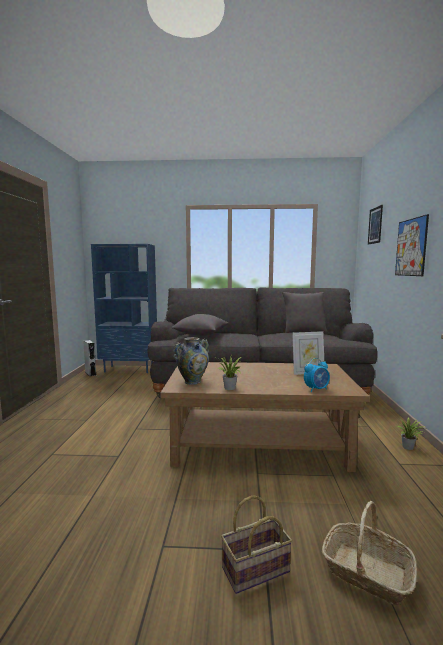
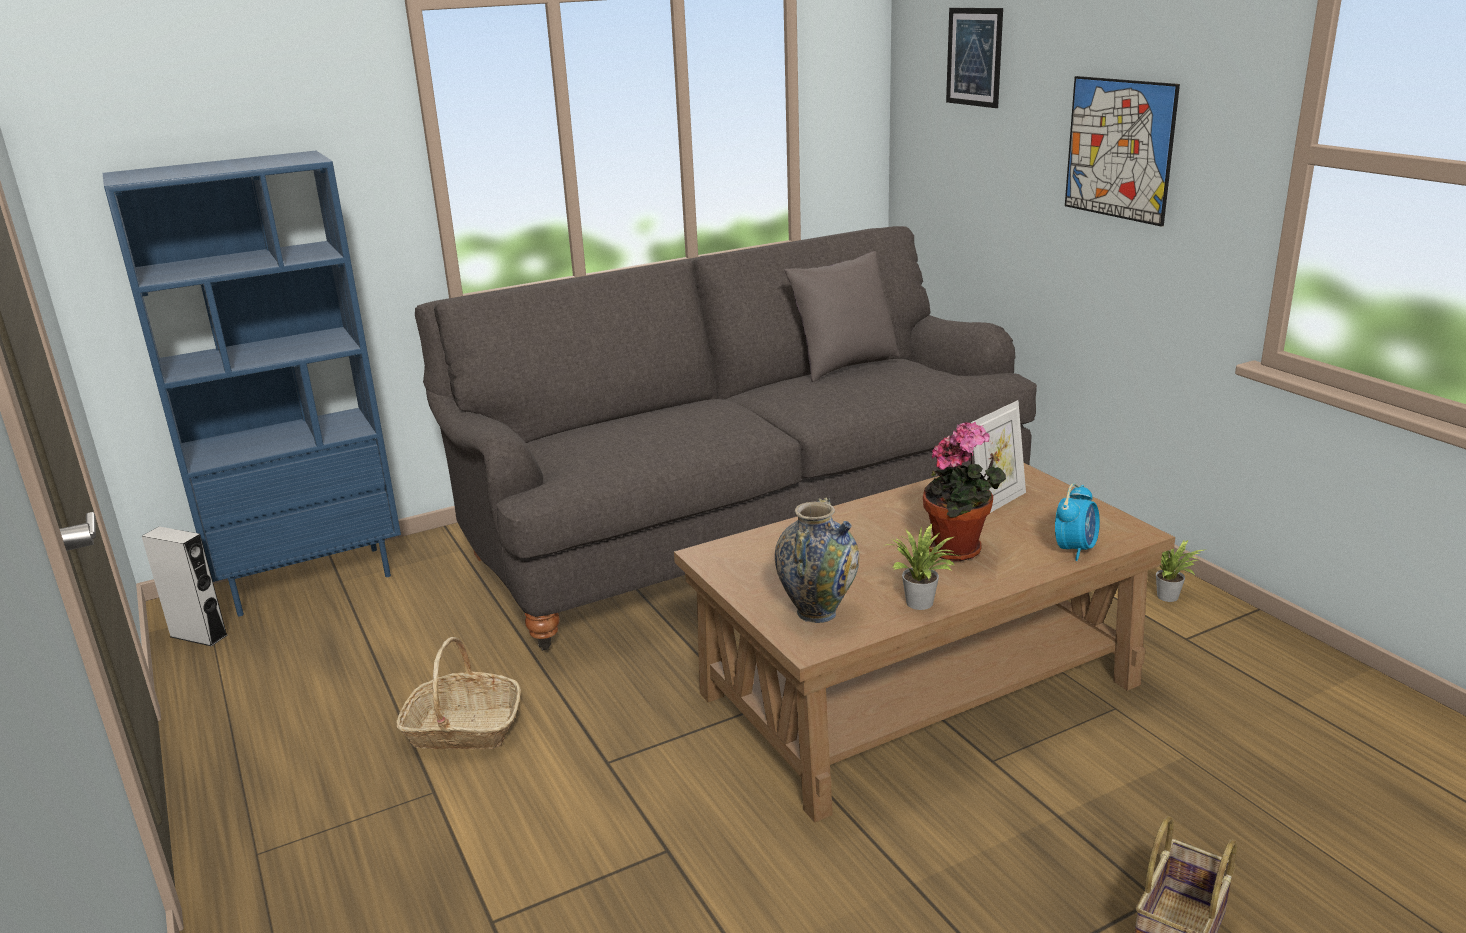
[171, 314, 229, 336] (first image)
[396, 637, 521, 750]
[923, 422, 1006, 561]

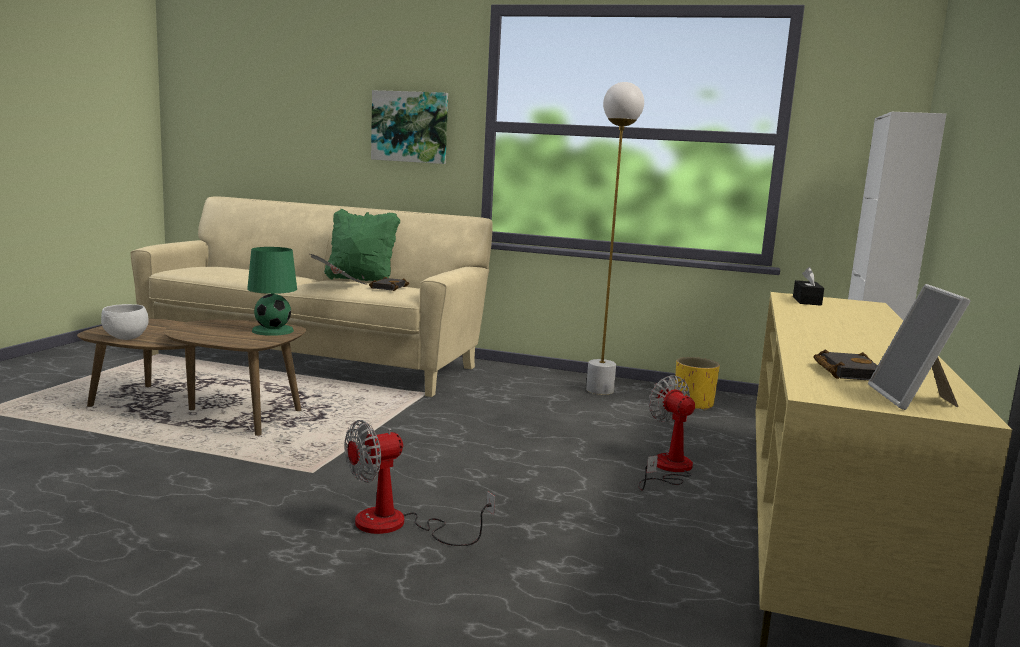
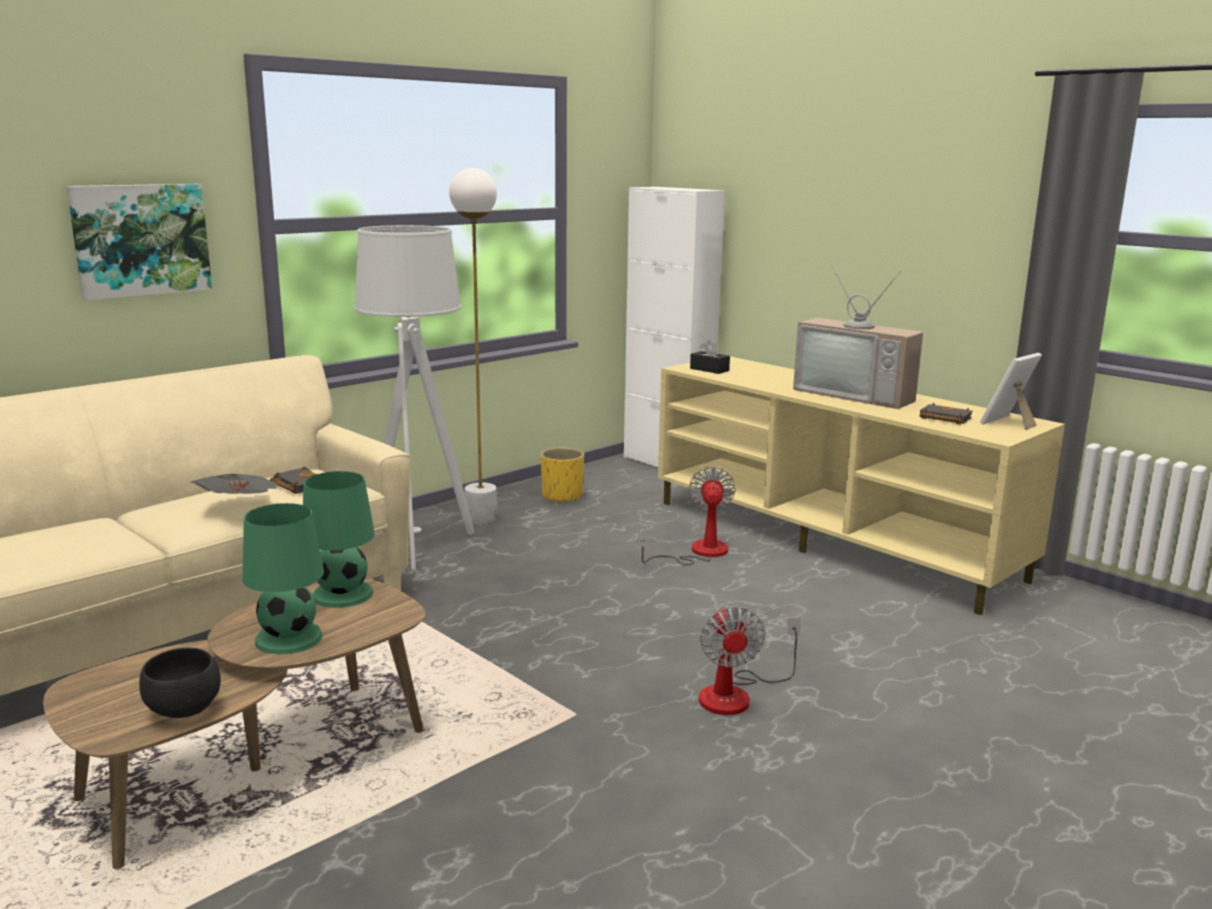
[139, 648, 221, 718]
[324, 209, 400, 281] (first image)
[637, 467, 736, 565]
[980, 353, 1042, 430]
[242, 503, 324, 654]
[354, 225, 474, 570]
[793, 264, 923, 409]

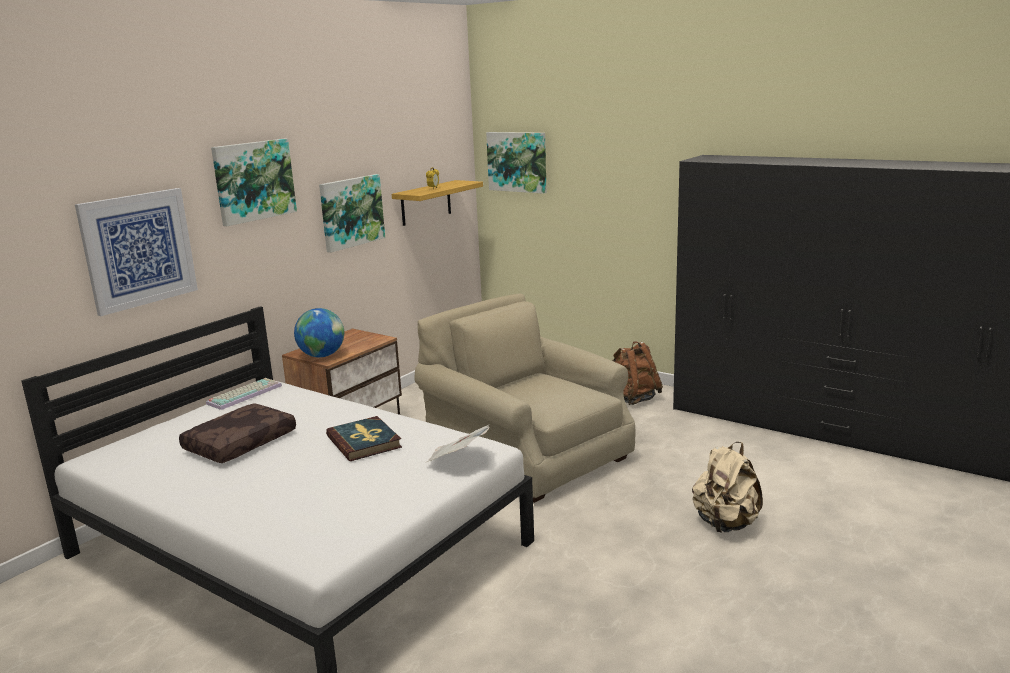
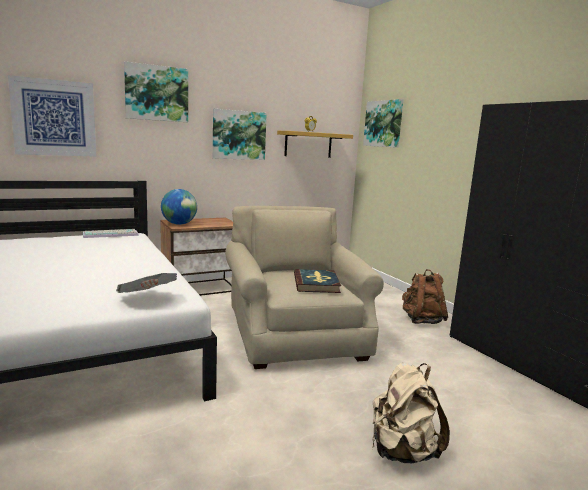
[179, 403, 296, 463] (first image)
[294, 269, 341, 293]

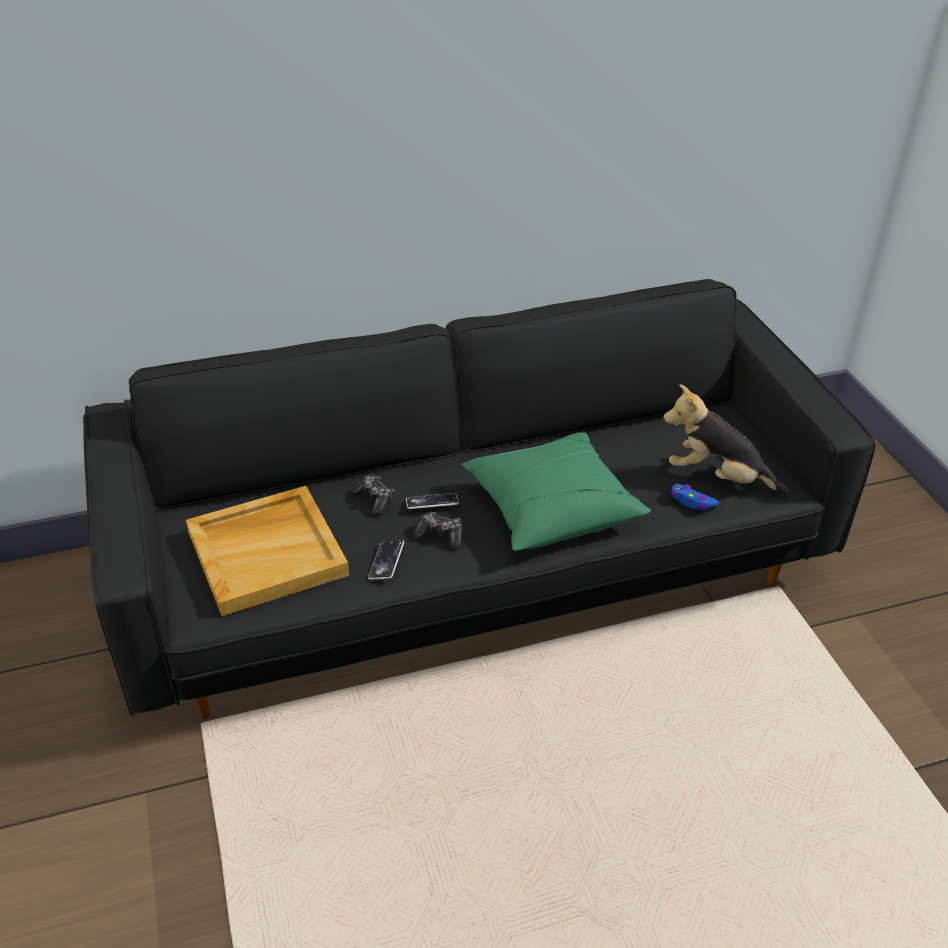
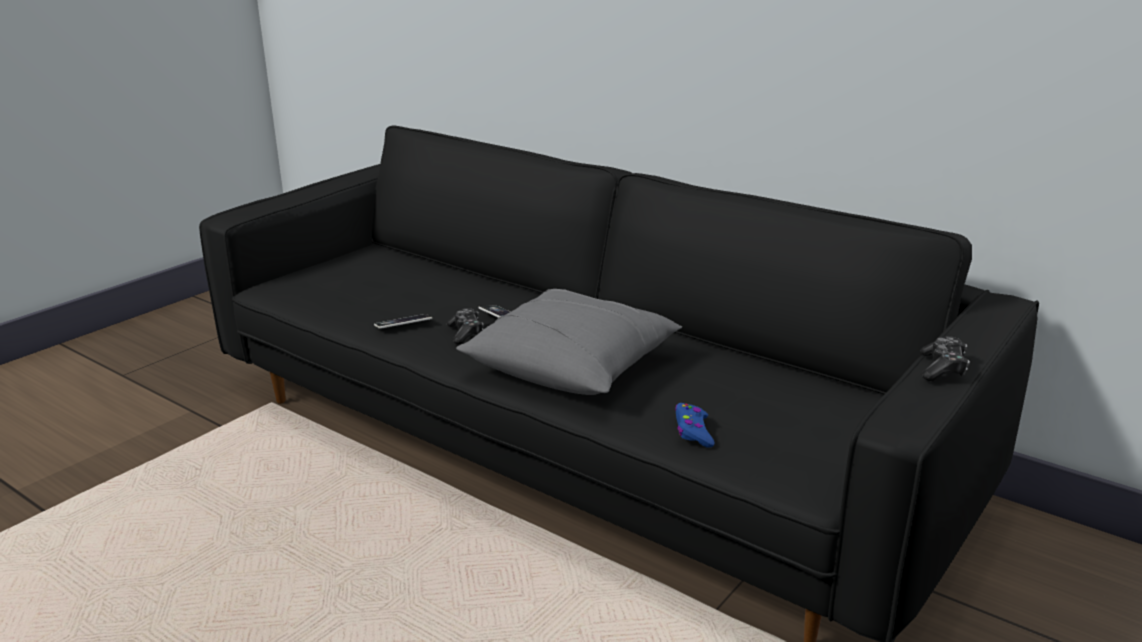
[186, 486, 349, 616] (first image)
[920, 336, 970, 381]
[456, 289, 682, 395]
[663, 384, 789, 494] (first image)

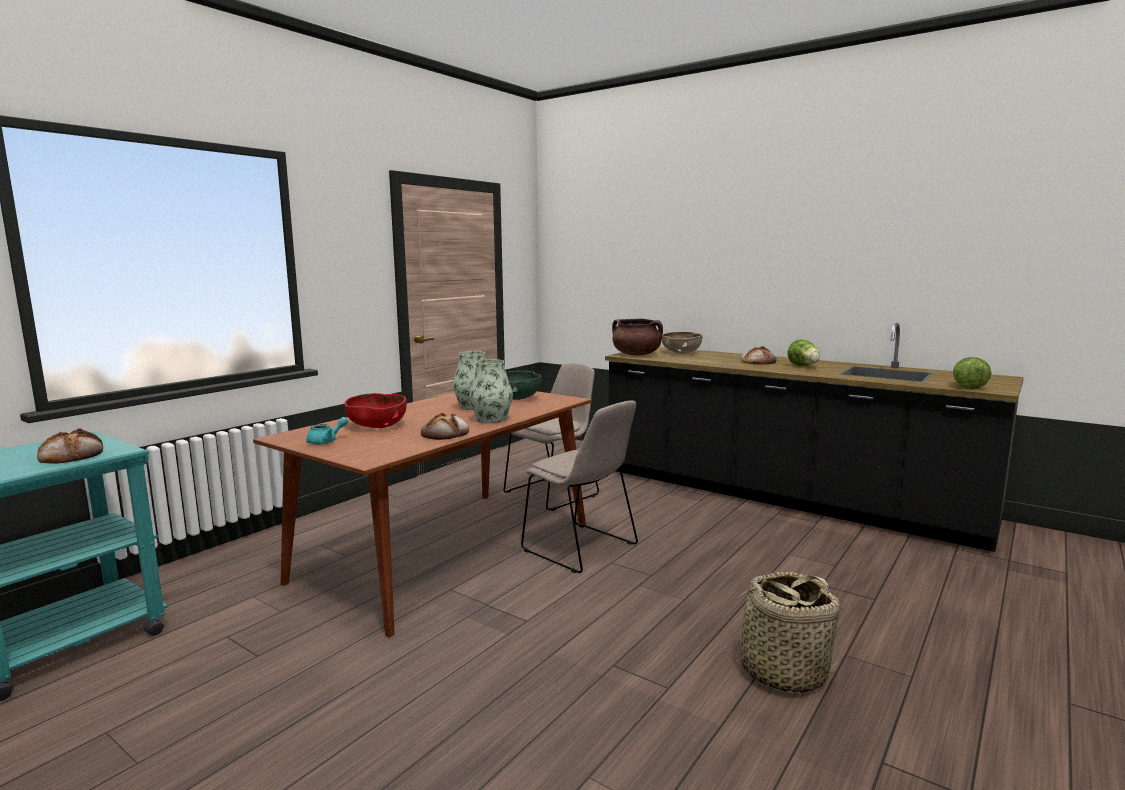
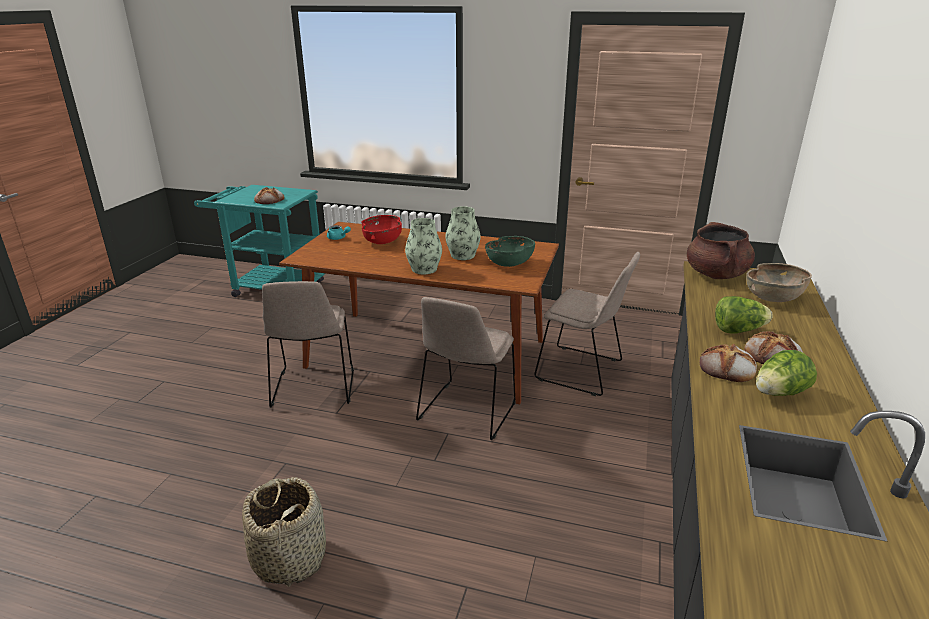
[700, 344, 757, 382]
[715, 296, 773, 334]
[262, 281, 354, 408]

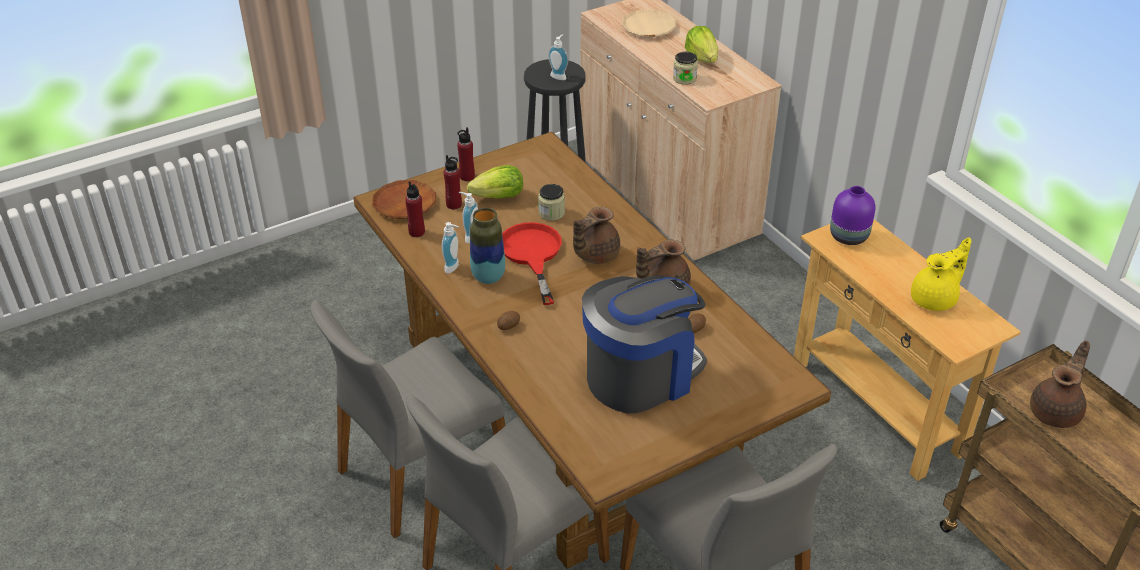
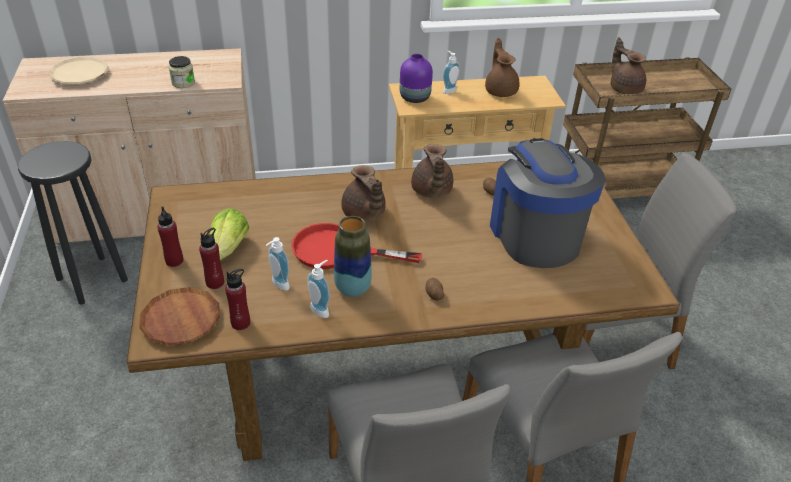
[538, 184, 565, 221] (first image)
[443, 51, 460, 94]
[685, 26, 718, 63] (first image)
[485, 38, 520, 97]

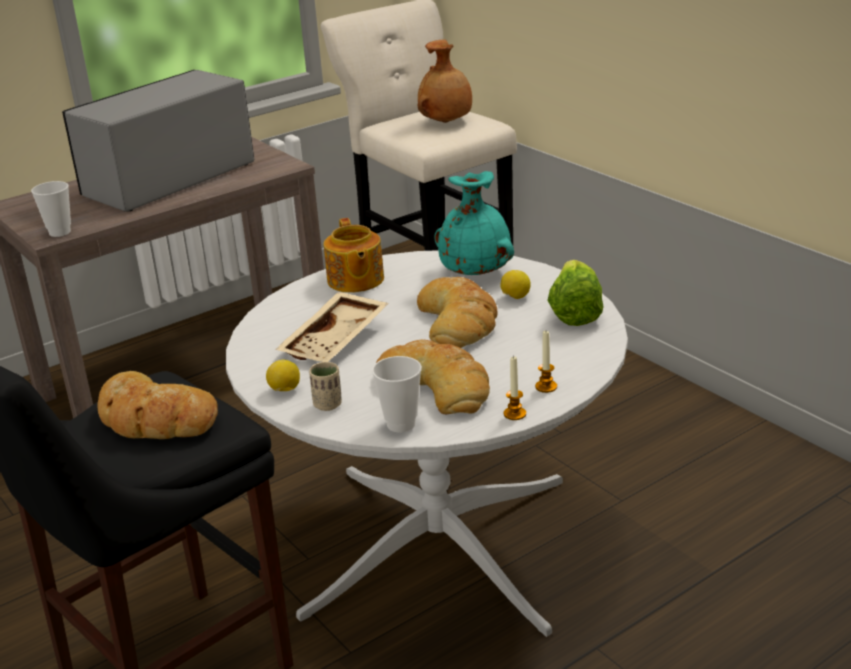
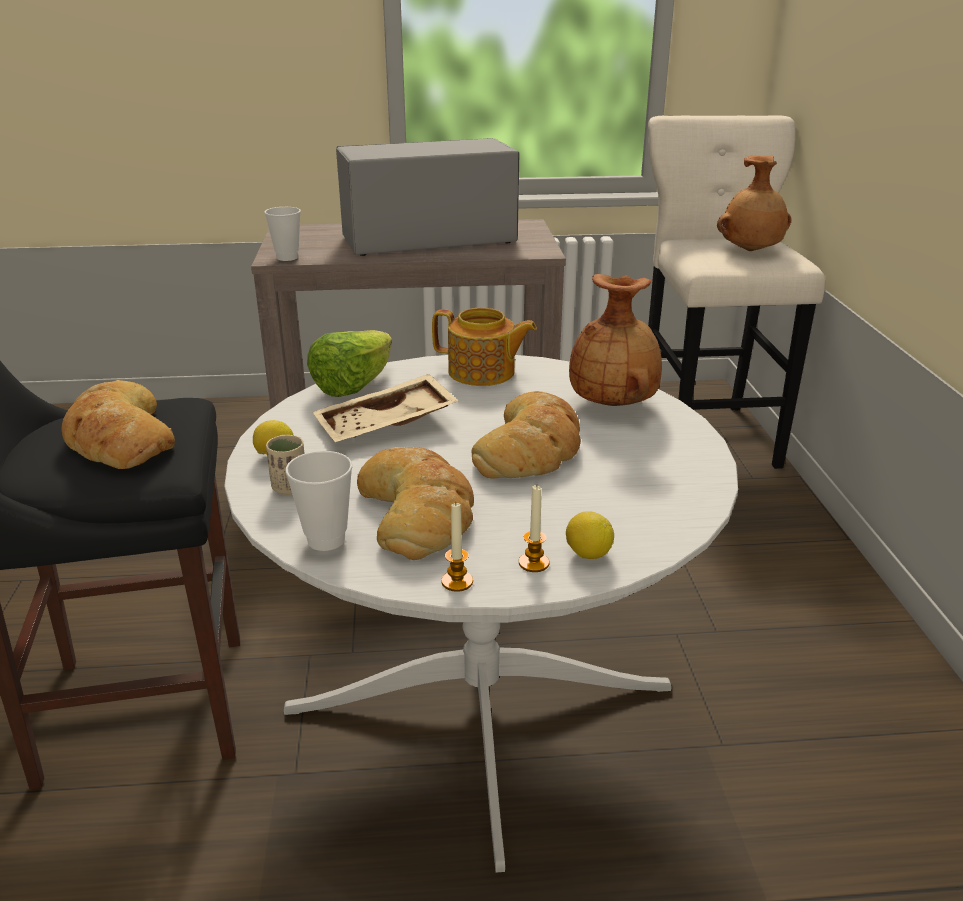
[432, 308, 537, 386]
[569, 274, 662, 406]
[566, 511, 614, 559]
[307, 330, 392, 397]

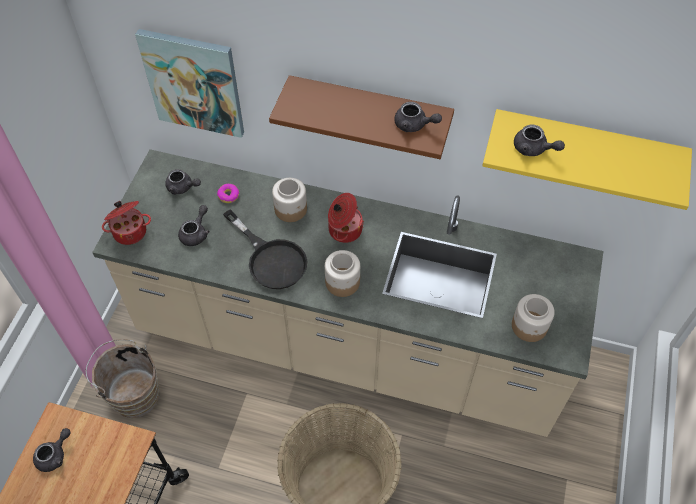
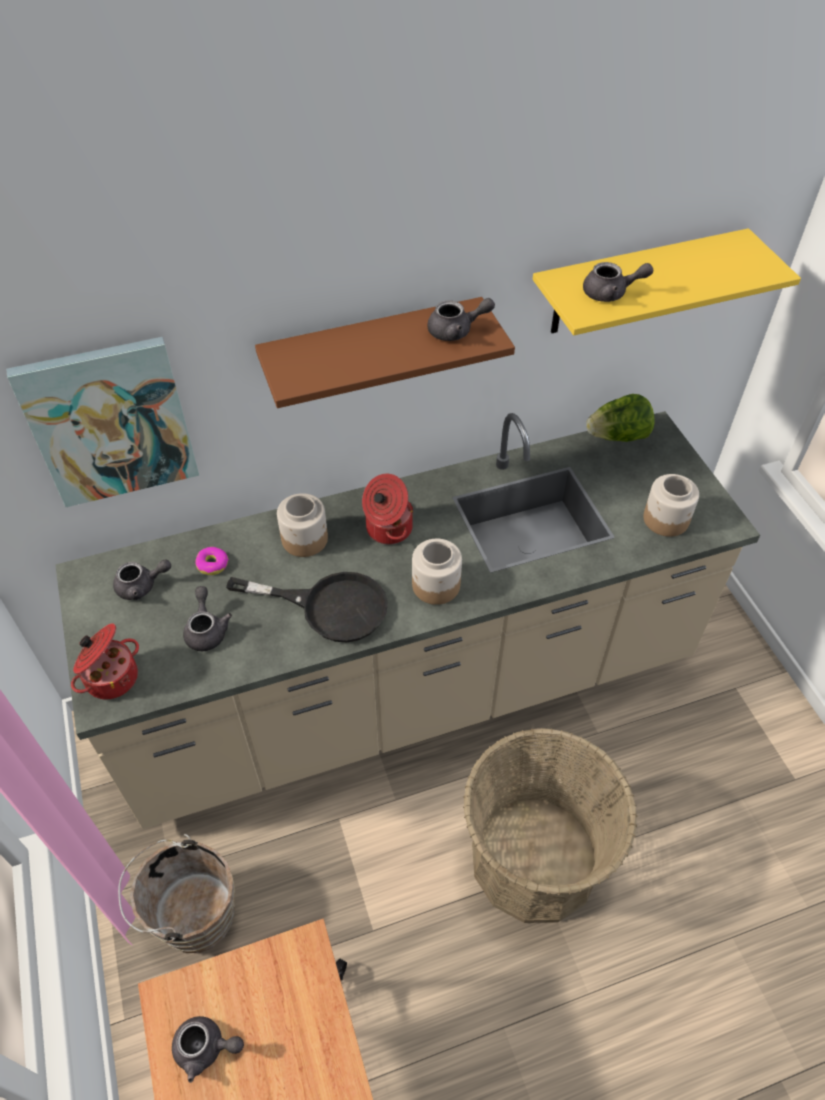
[172, 1016, 244, 1083]
[586, 394, 655, 442]

